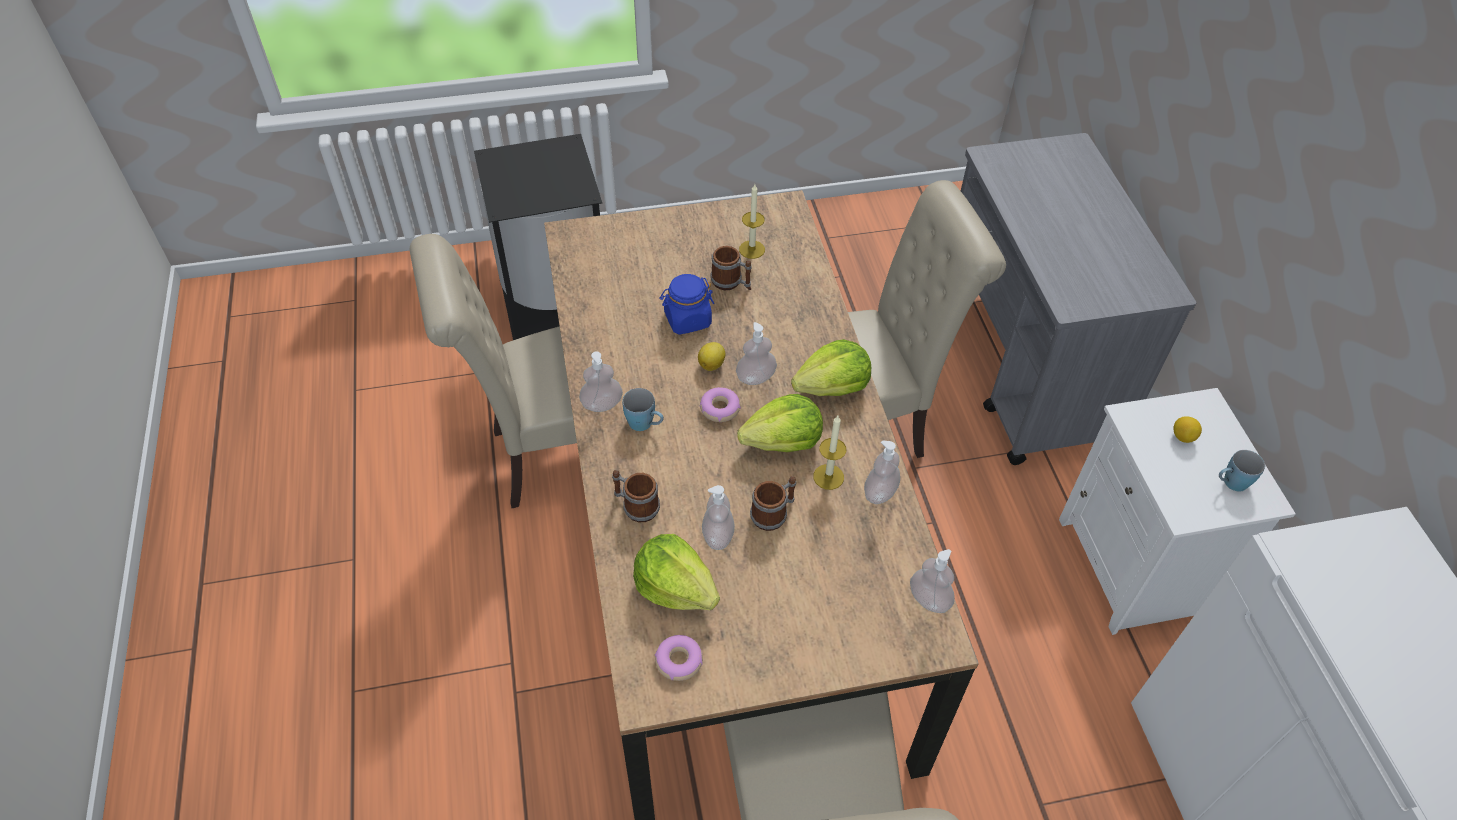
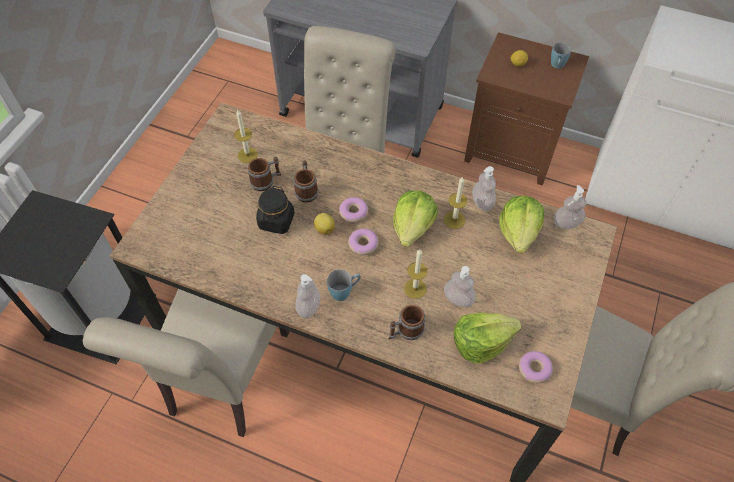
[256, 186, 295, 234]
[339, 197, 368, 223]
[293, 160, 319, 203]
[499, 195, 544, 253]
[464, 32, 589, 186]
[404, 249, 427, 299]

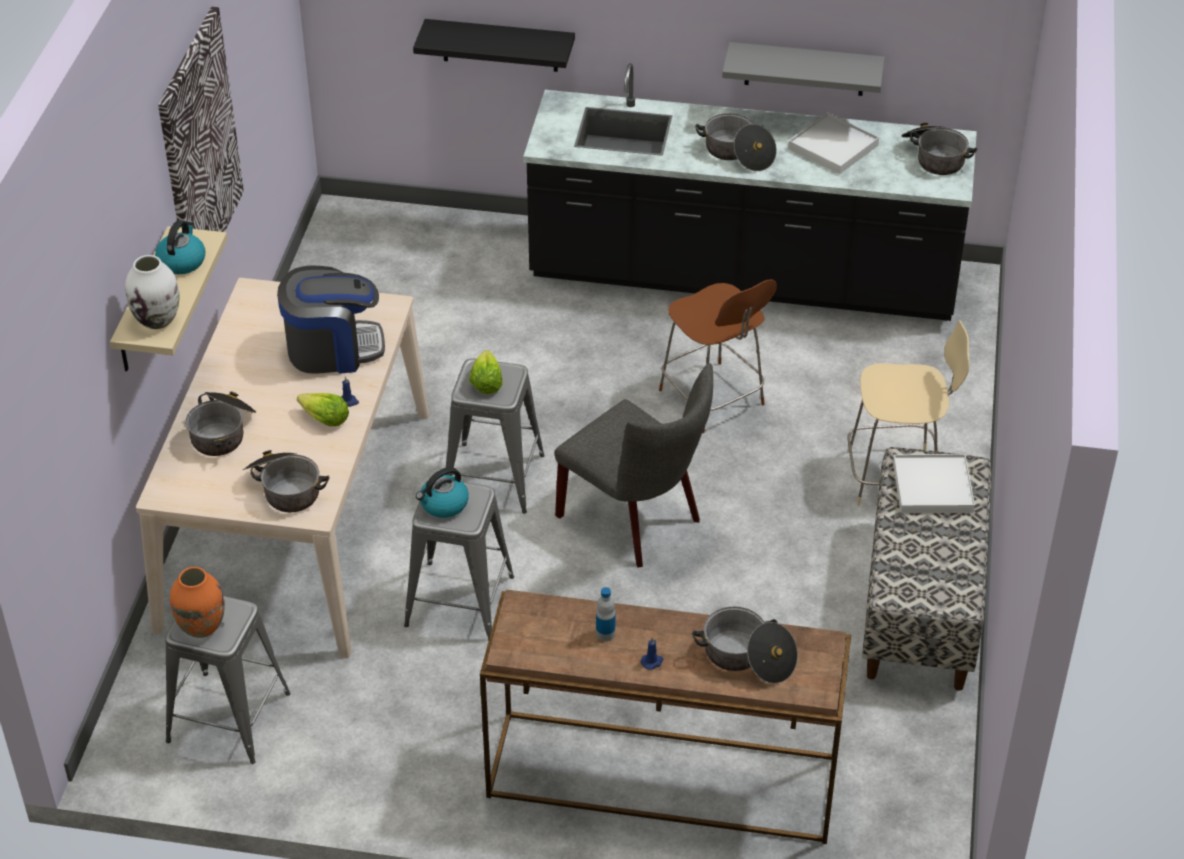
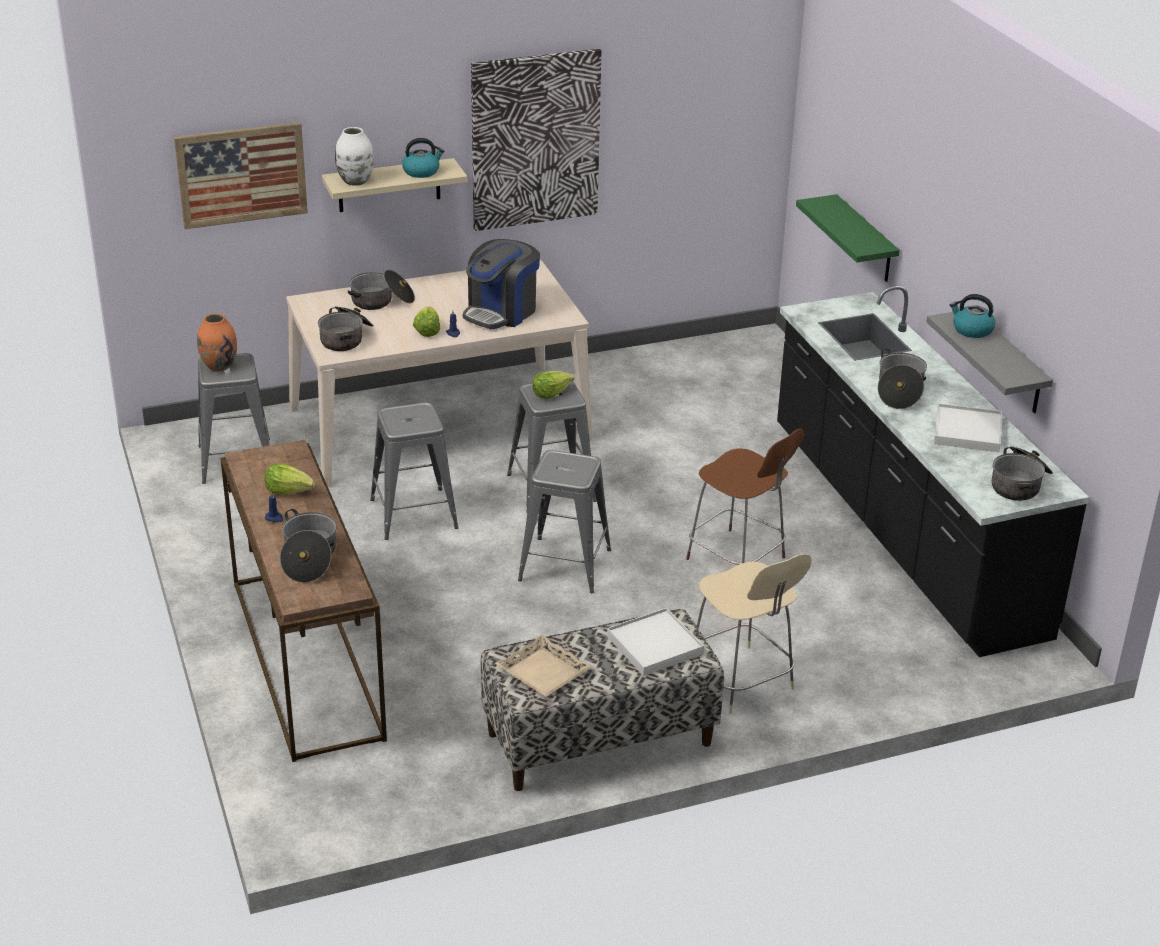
[463, 239, 540, 329]
[796, 194, 900, 282]
[950, 294, 996, 338]
[518, 450, 611, 593]
[265, 463, 316, 494]
[686, 429, 804, 565]
[174, 122, 308, 229]
[495, 635, 593, 697]

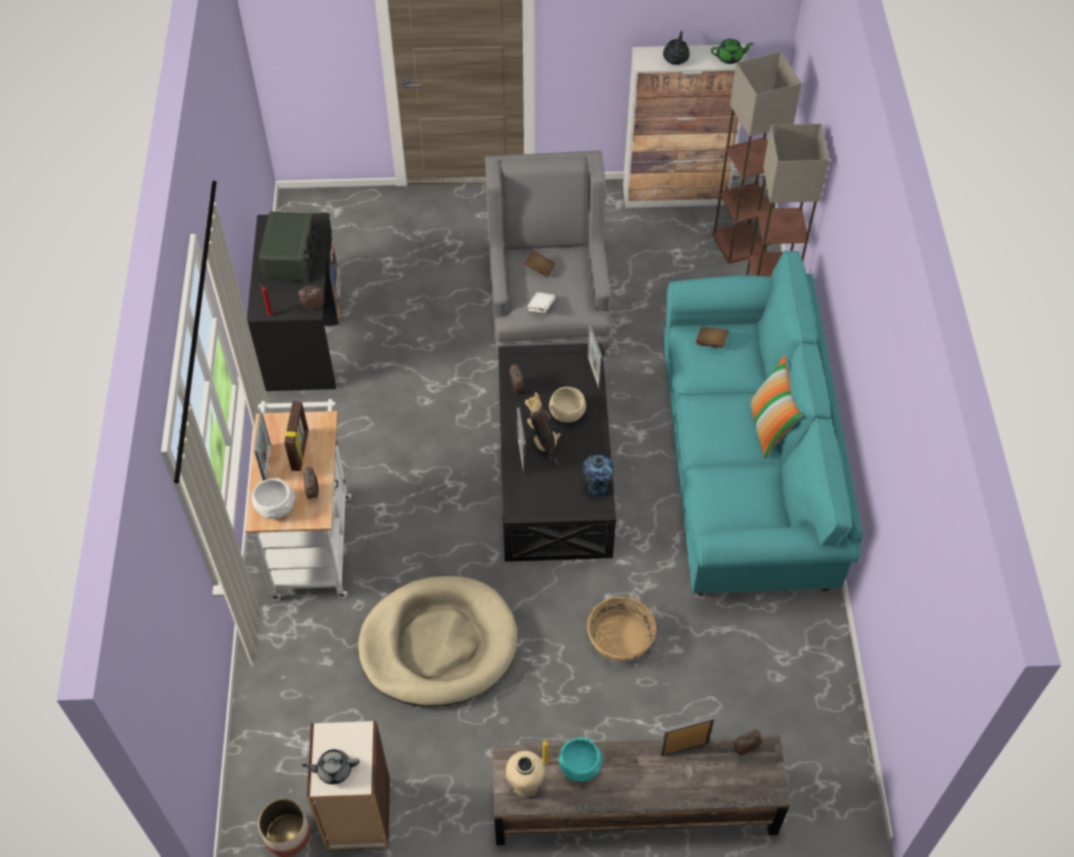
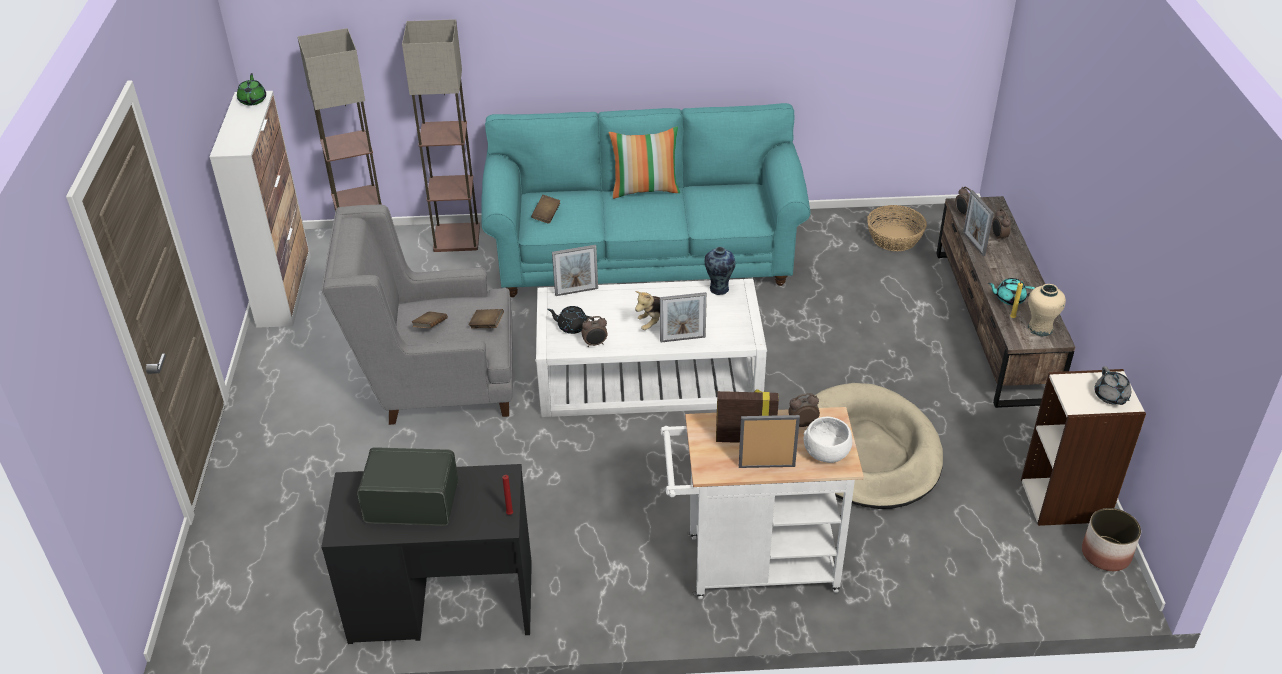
[992, 209, 1011, 242]
[535, 279, 767, 417]
[469, 309, 504, 329]
[549, 387, 586, 423] (first image)
[988, 278, 1035, 305]
[867, 205, 927, 251]
[547, 306, 594, 334]

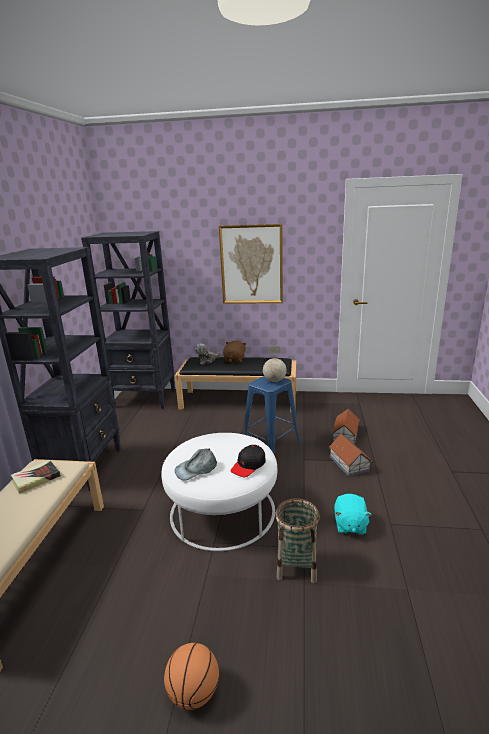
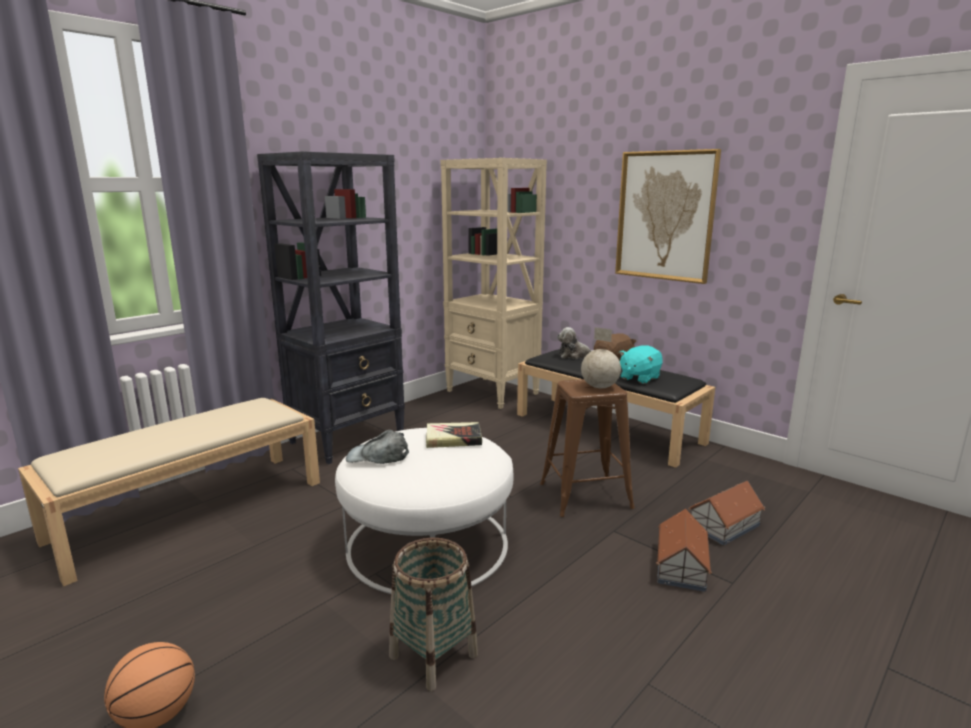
[426, 422, 482, 448]
[440, 158, 547, 409]
[230, 445, 266, 477] (first image)
[540, 379, 635, 517]
[619, 345, 663, 384]

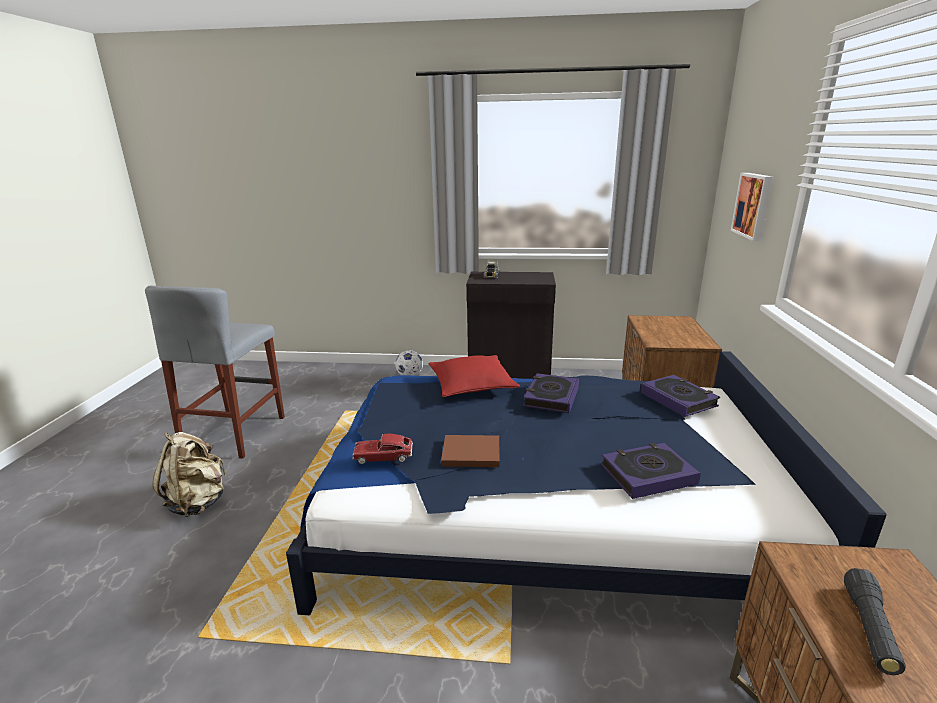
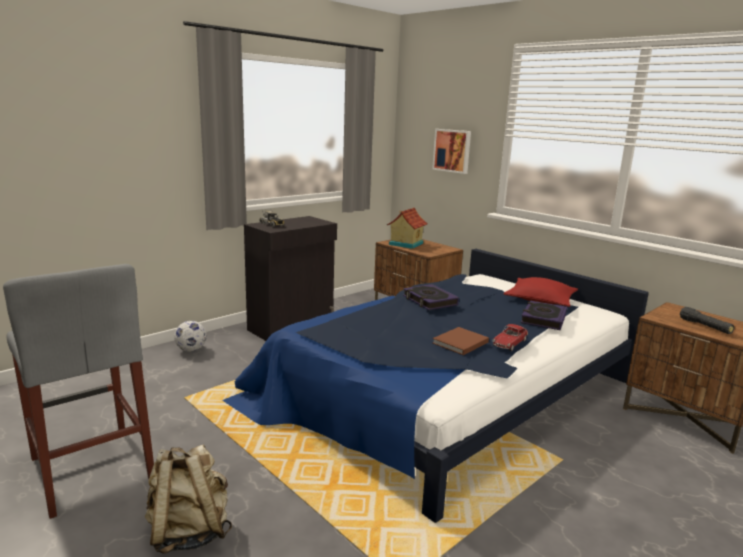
[492, 324, 528, 351]
[504, 277, 578, 307]
[641, 375, 720, 417] (first image)
[387, 208, 428, 249]

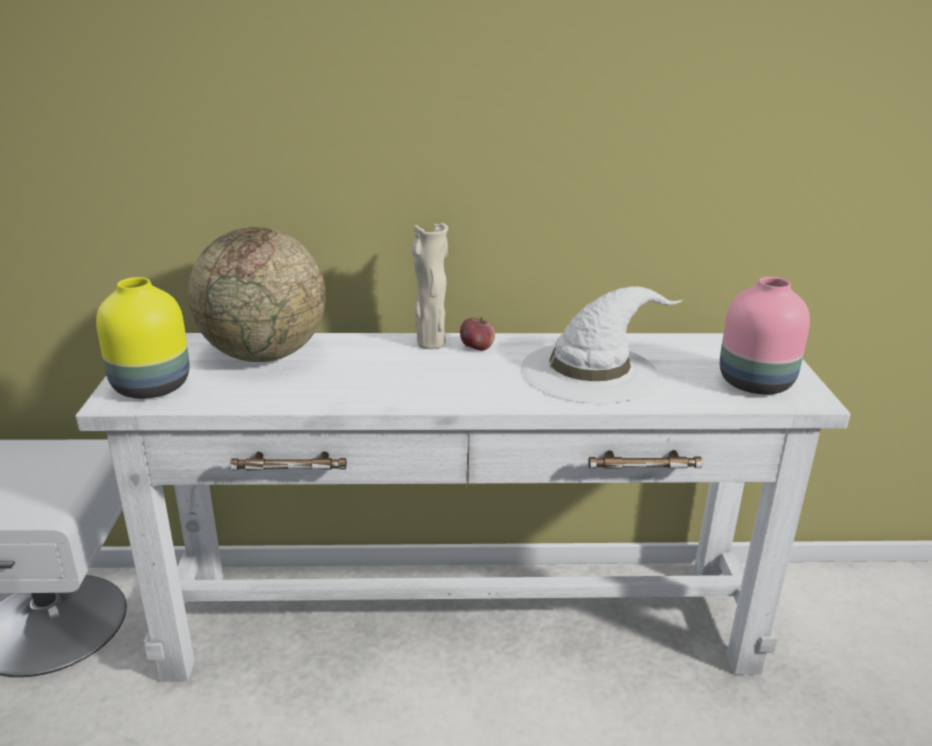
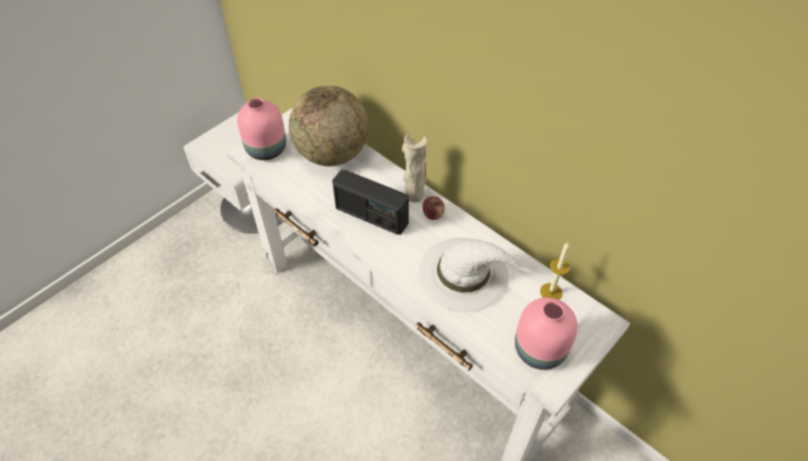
[237, 98, 286, 160]
[332, 170, 409, 235]
[540, 242, 570, 300]

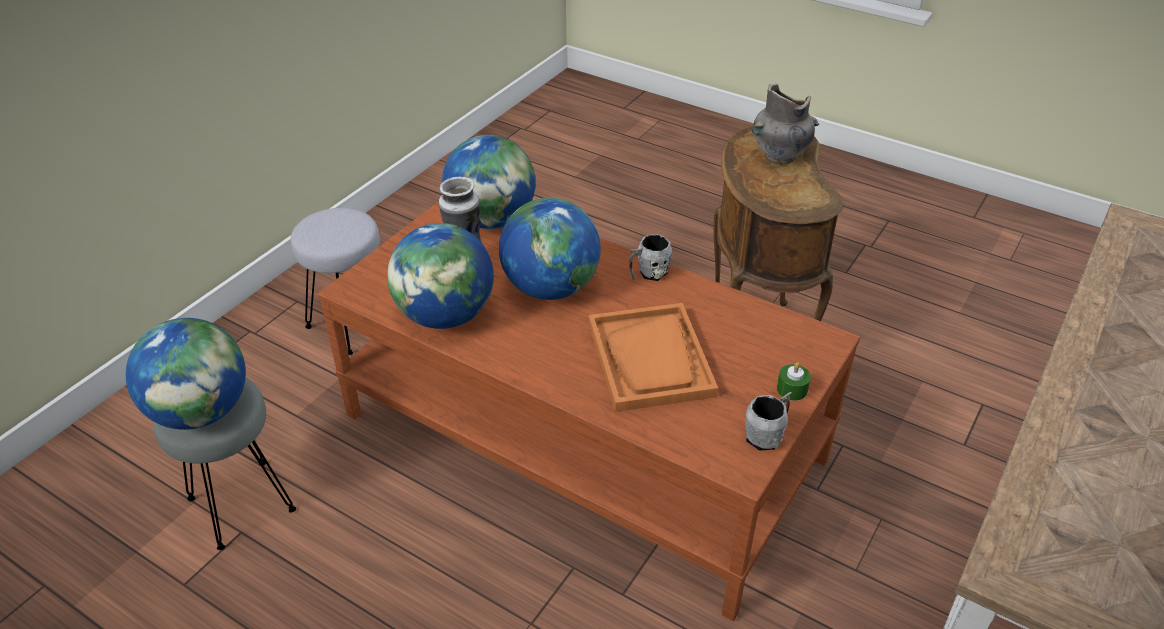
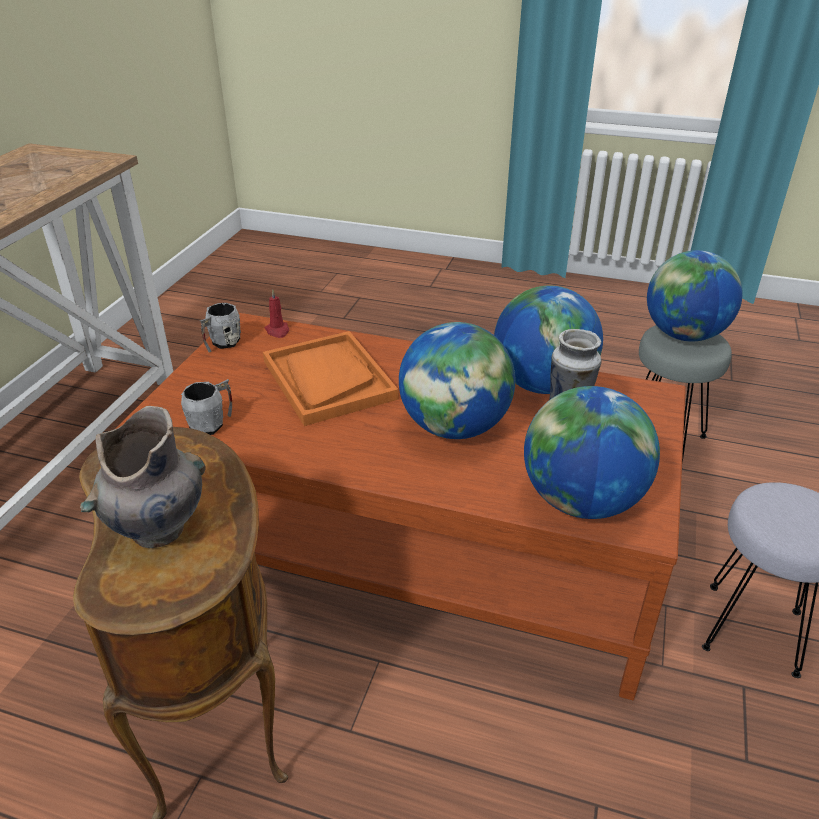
[181, 379, 232, 435]
[777, 362, 811, 401] (first image)
[264, 289, 289, 338]

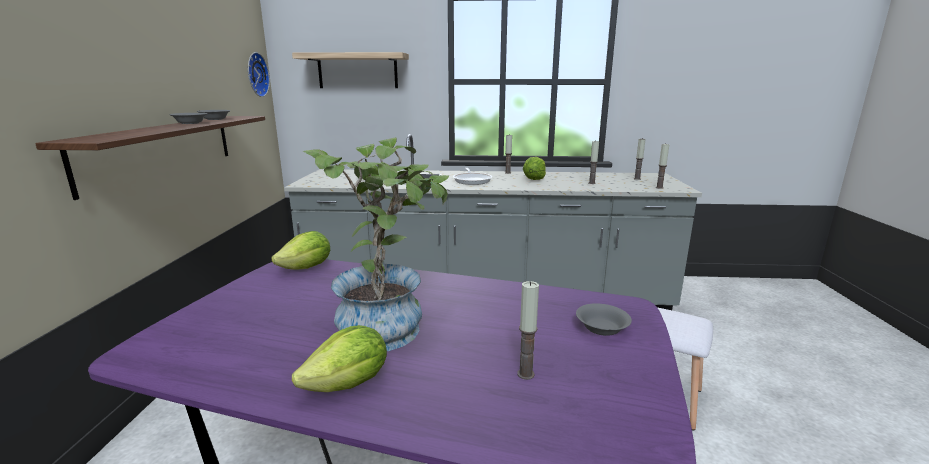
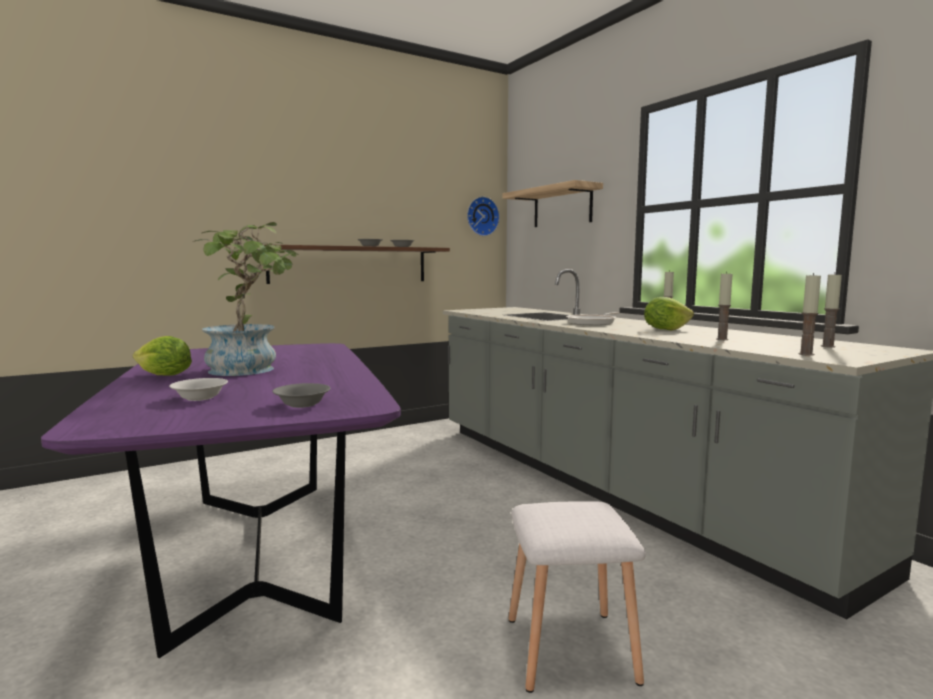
[271, 231, 330, 270] (first image)
[169, 378, 228, 401]

